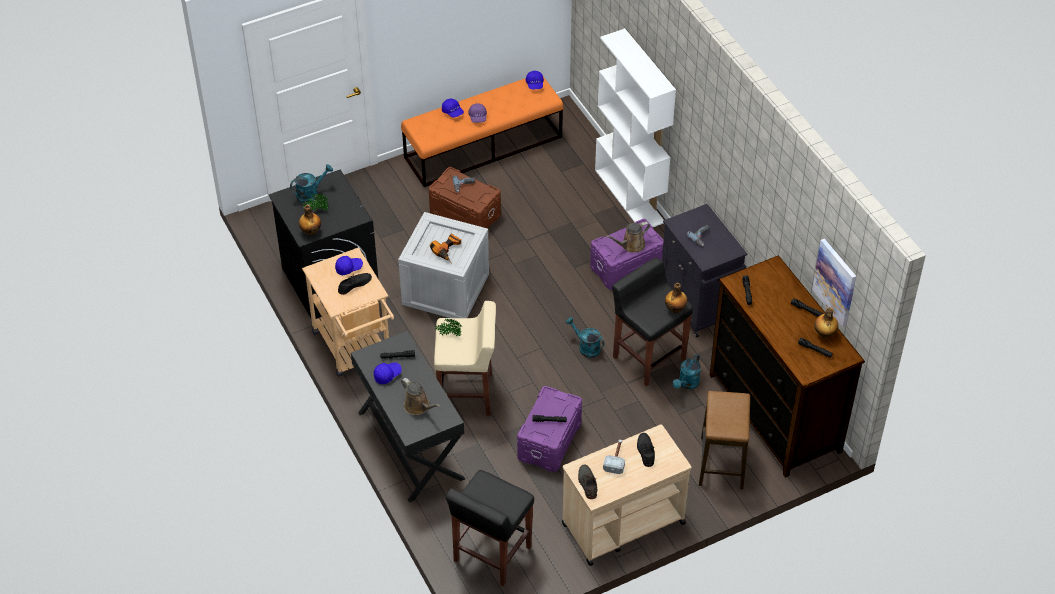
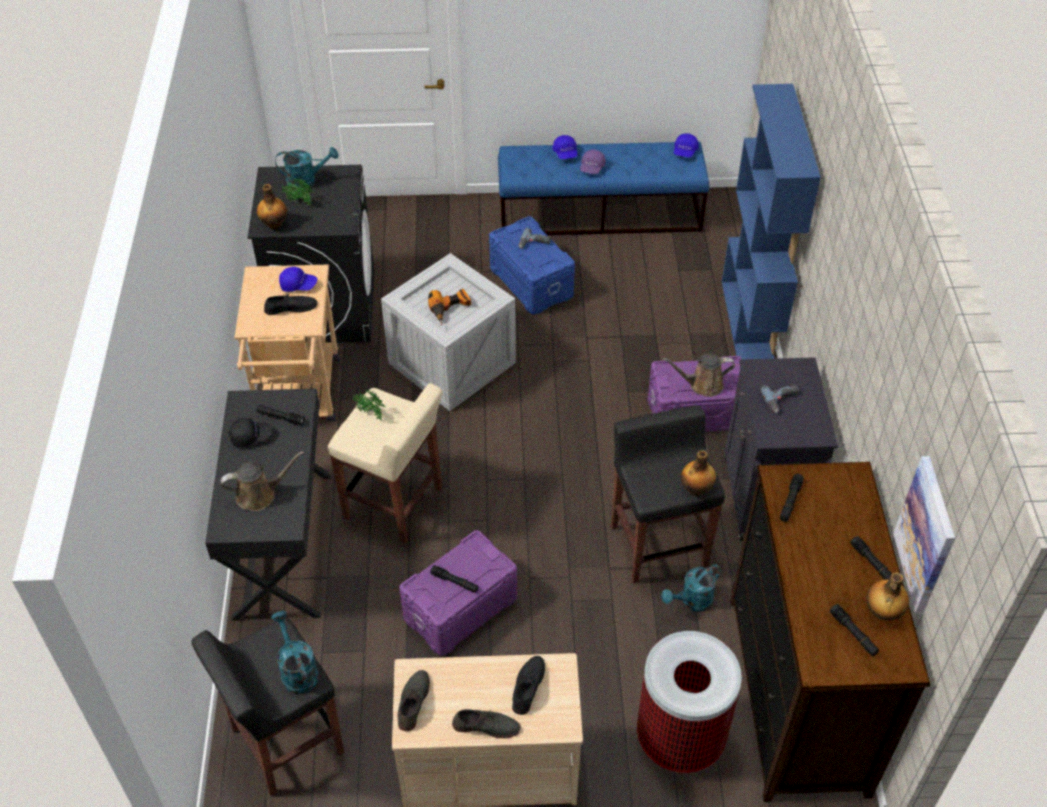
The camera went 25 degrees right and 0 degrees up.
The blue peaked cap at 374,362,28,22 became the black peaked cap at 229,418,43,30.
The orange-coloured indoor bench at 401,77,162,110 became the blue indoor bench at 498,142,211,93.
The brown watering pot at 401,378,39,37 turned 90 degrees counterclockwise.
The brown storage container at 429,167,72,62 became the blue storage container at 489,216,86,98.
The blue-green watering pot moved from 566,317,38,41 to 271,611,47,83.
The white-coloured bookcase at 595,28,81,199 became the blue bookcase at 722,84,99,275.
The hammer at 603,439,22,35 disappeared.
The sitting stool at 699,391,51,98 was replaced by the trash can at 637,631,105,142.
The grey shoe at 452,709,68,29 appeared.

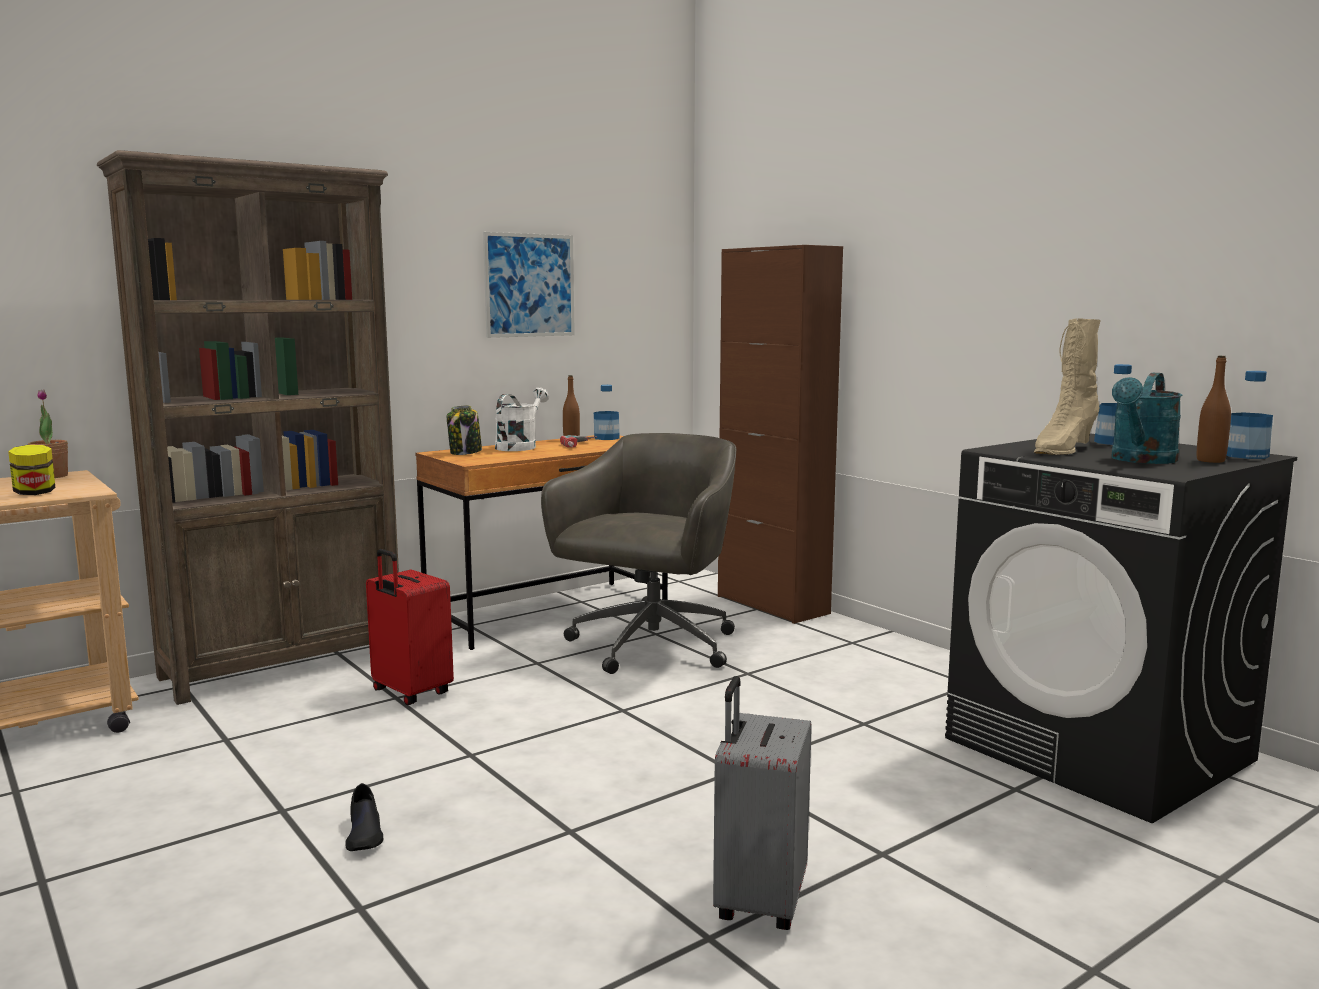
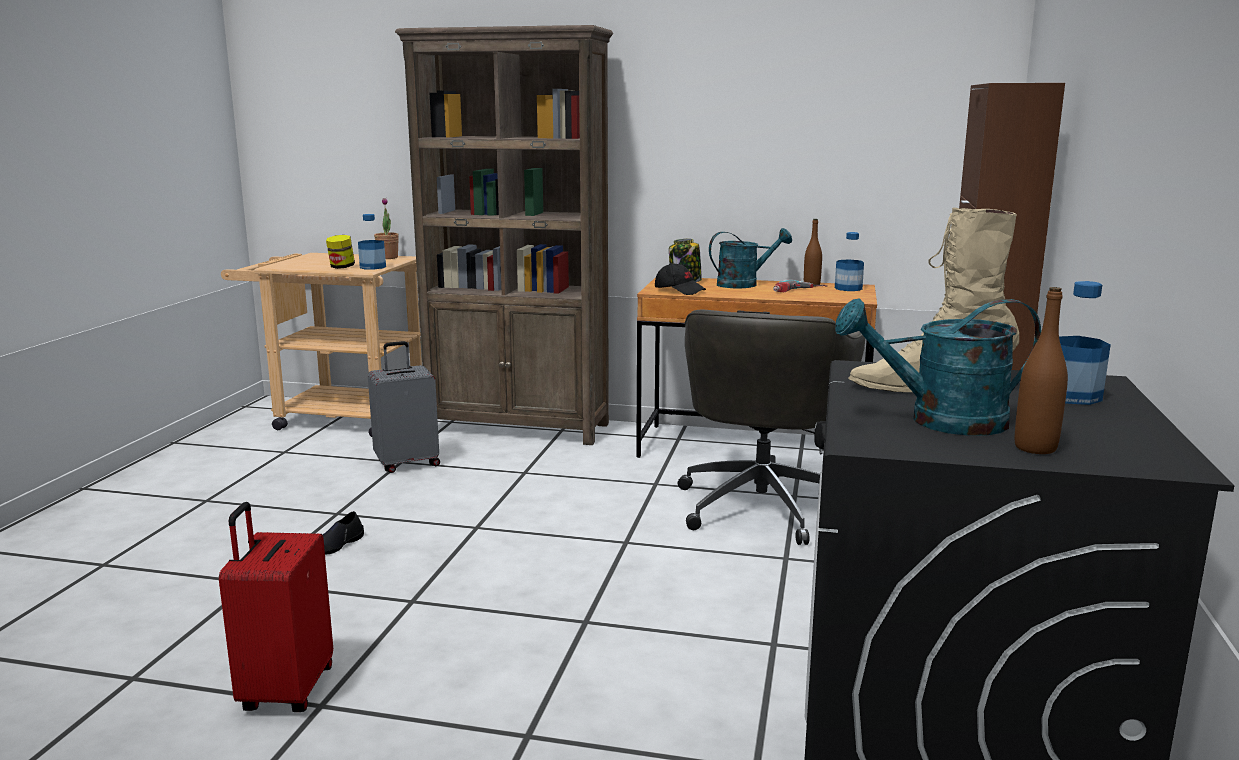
The camera went 50 degrees right and 5 degrees up.
The red suitcase moved from 366,549,88,156 to 219,502,114,210.
The picture at 483,232,92,106 disappeared.
The white-coloured watering pot at 495,387,54,64 became the blue-green watering pot at 709,228,83,60.
The grey desk chair at 541,433,195,241 turned 120 degrees clockwise.
The grey suitcase moved from 713,676,99,254 to 368,341,72,132.
The bottle moved from 1226,371,47,88 to 358,214,28,55.
The black peaked cap at 655,263,51,32 appeared.

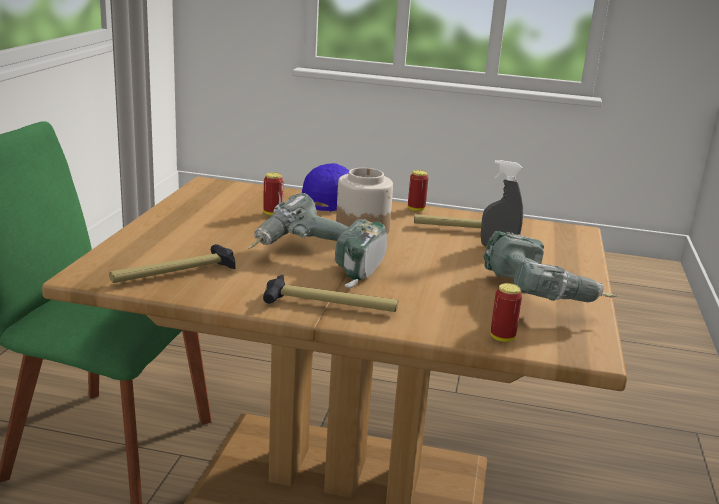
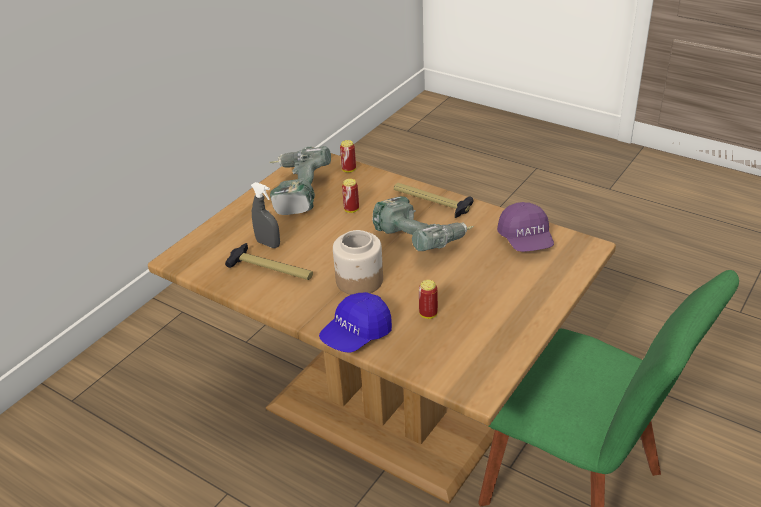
The camera went 155 degrees left and 15 degrees up.
The hammer at 109,244,126,39 was replaced by the purplish peaked cap at 497,202,57,50.
The can moved from 408,170,20,41 to 342,179,17,34.

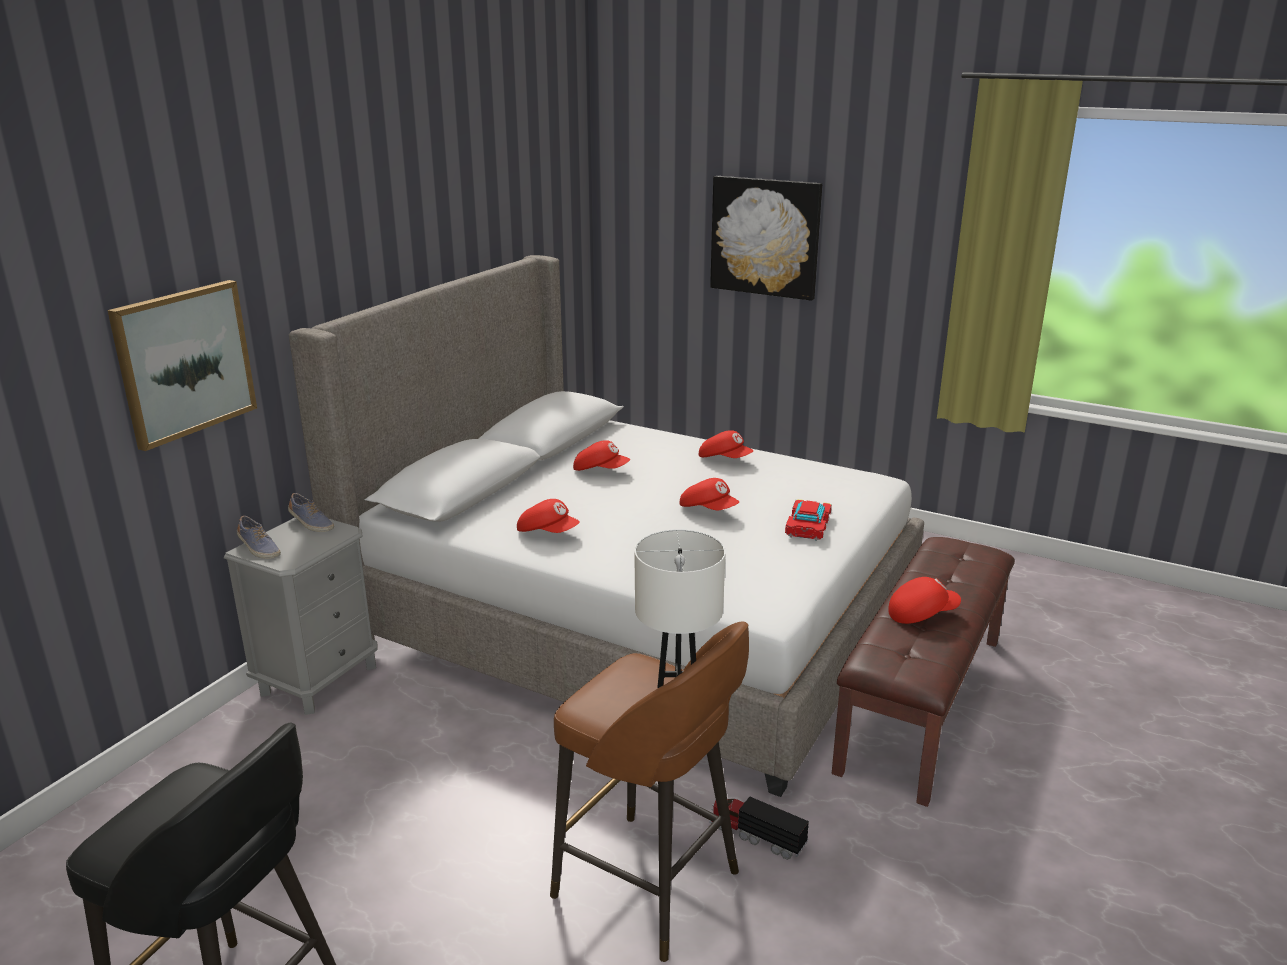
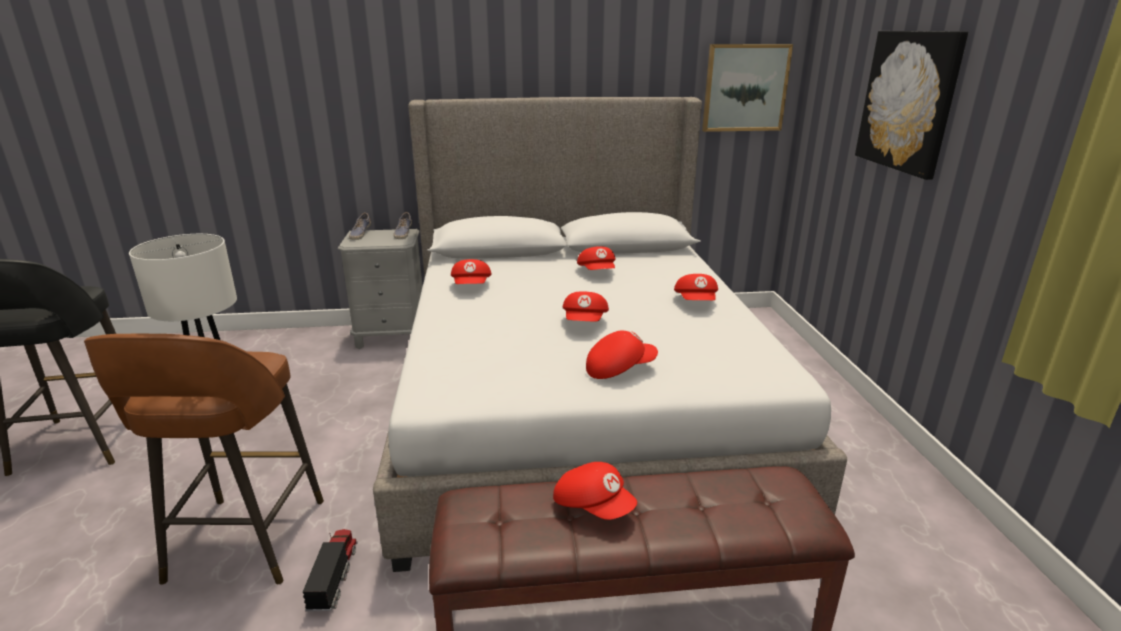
The camera went 55 degrees right and 0 degrees up.
The picture moved from 107,280,150,171 to 702,44,91,88.
The model car at 785,499,47,42 was replaced by the red peaked cap at 586,331,72,48.

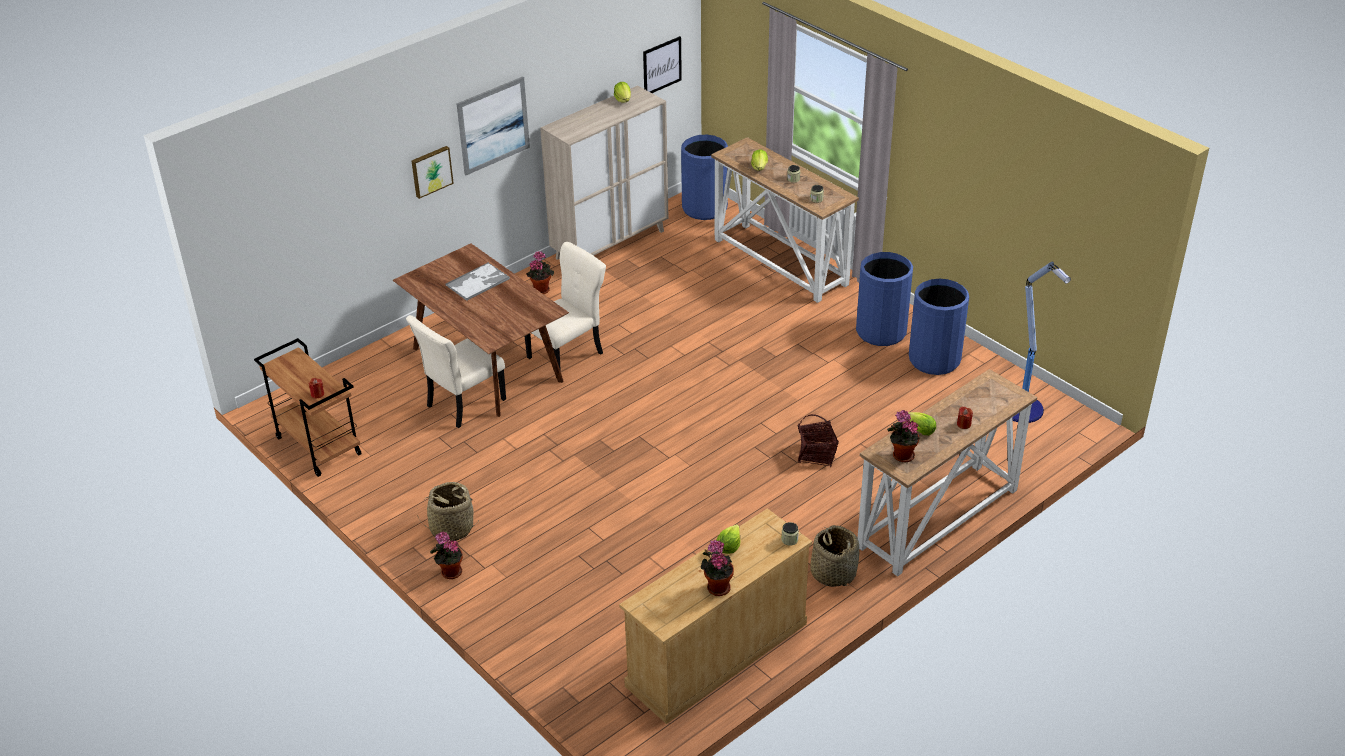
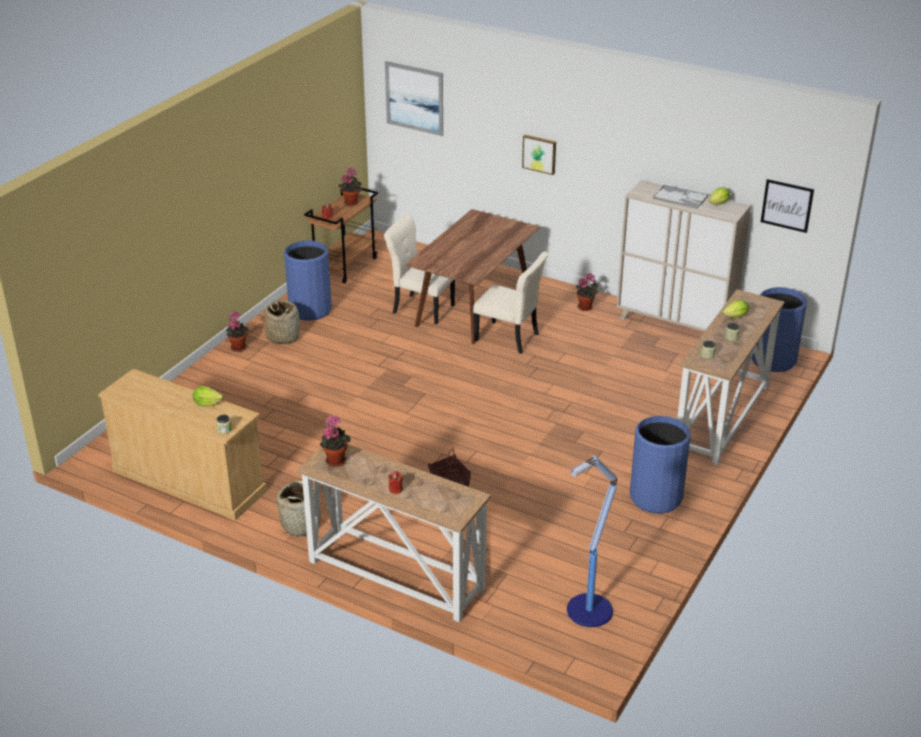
The camera went 70 degrees right and 5 degrees down.
The tray moved from 445,262,65,39 to 653,185,56,24.
The picture moved from 457,76,73,99 to 385,61,58,75.
The plant in a pot moved from 701,540,33,56 to 338,168,24,38.
The lettuce at 907,412,29,23 disappeared.
The blue trash can moved from 909,279,60,96 to 284,240,48,81.

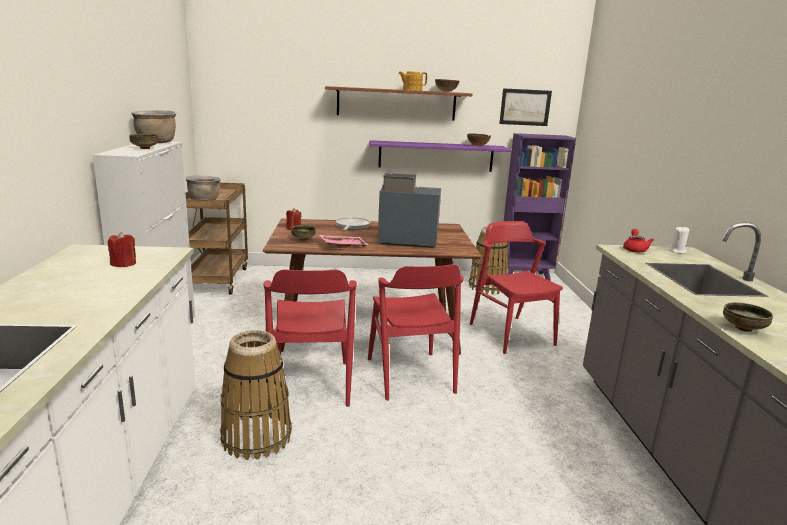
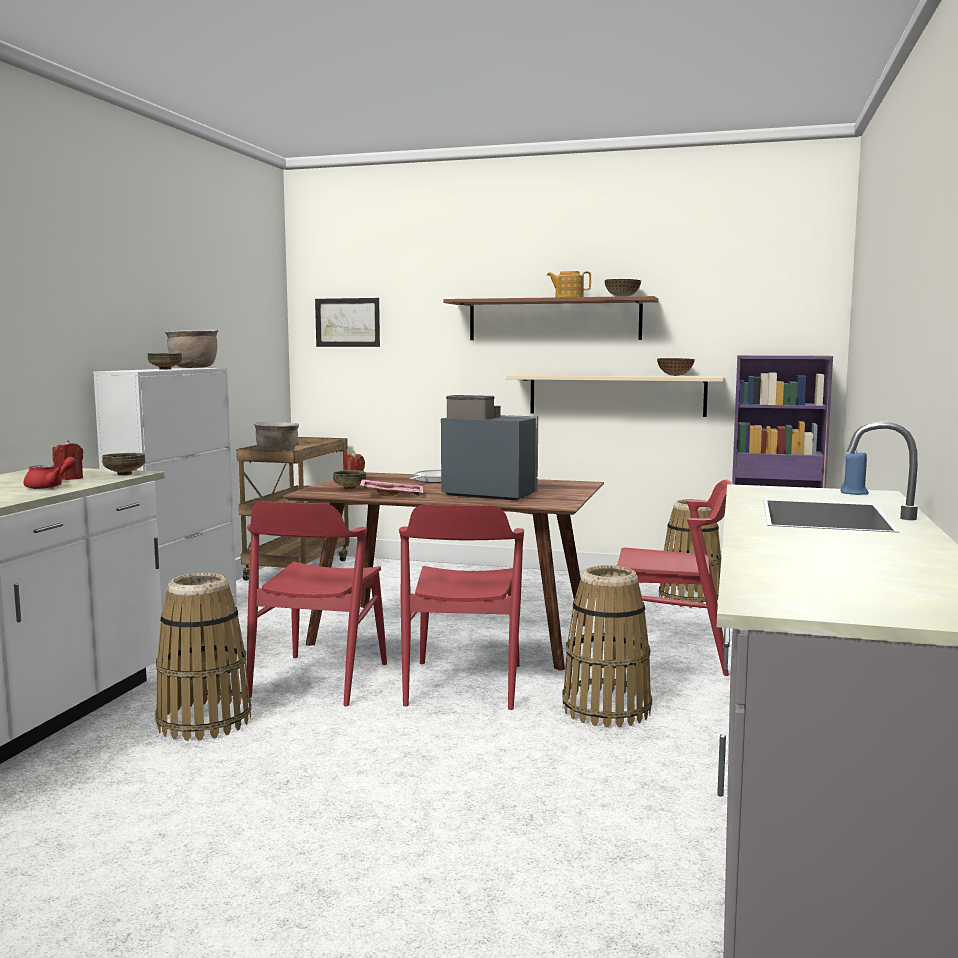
The camera went 20 degrees right and 10 degrees down.
The purplish wall shelf at 369,140,142,32 became the beige wall shelf at 506,374,218,43.
The red plain chair at 470,221,93,133 turned 105 degrees clockwise.
The picture moved from 499,88,53,38 to 315,298,65,49.
The red tea pot moved from 623,229,31,24 to 23,457,53,32.
The white-coloured wax light at 669,227,20,27 became the blue wax light at 840,450,29,45.
The bowl moved from 723,302,50,30 to 102,453,43,22.
The basket at 562,565,90,162 appeared.

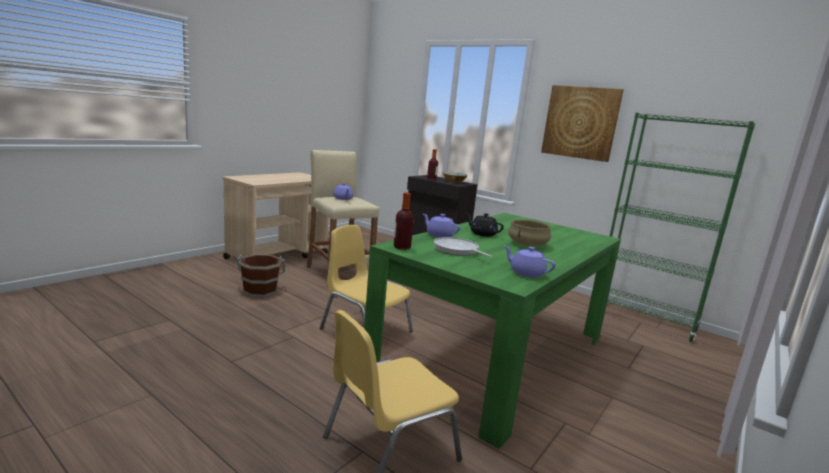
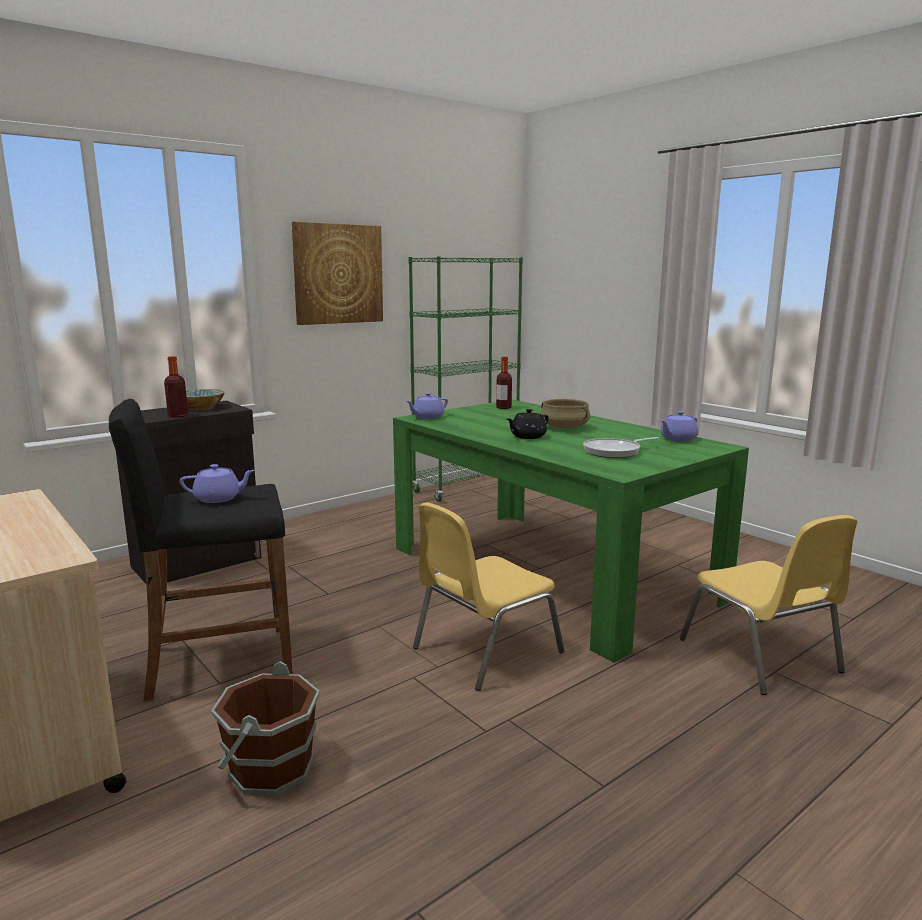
The camera went 75 degrees left and 0 degrees up.
The beige sitting stool at 307,150,72,137 became the black sitting stool at 109,399,184,302.
The bottle moved from 394,192,20,58 to 496,356,16,53.
The purplish tea pot moved from 423,214,37,24 to 406,393,42,26.

